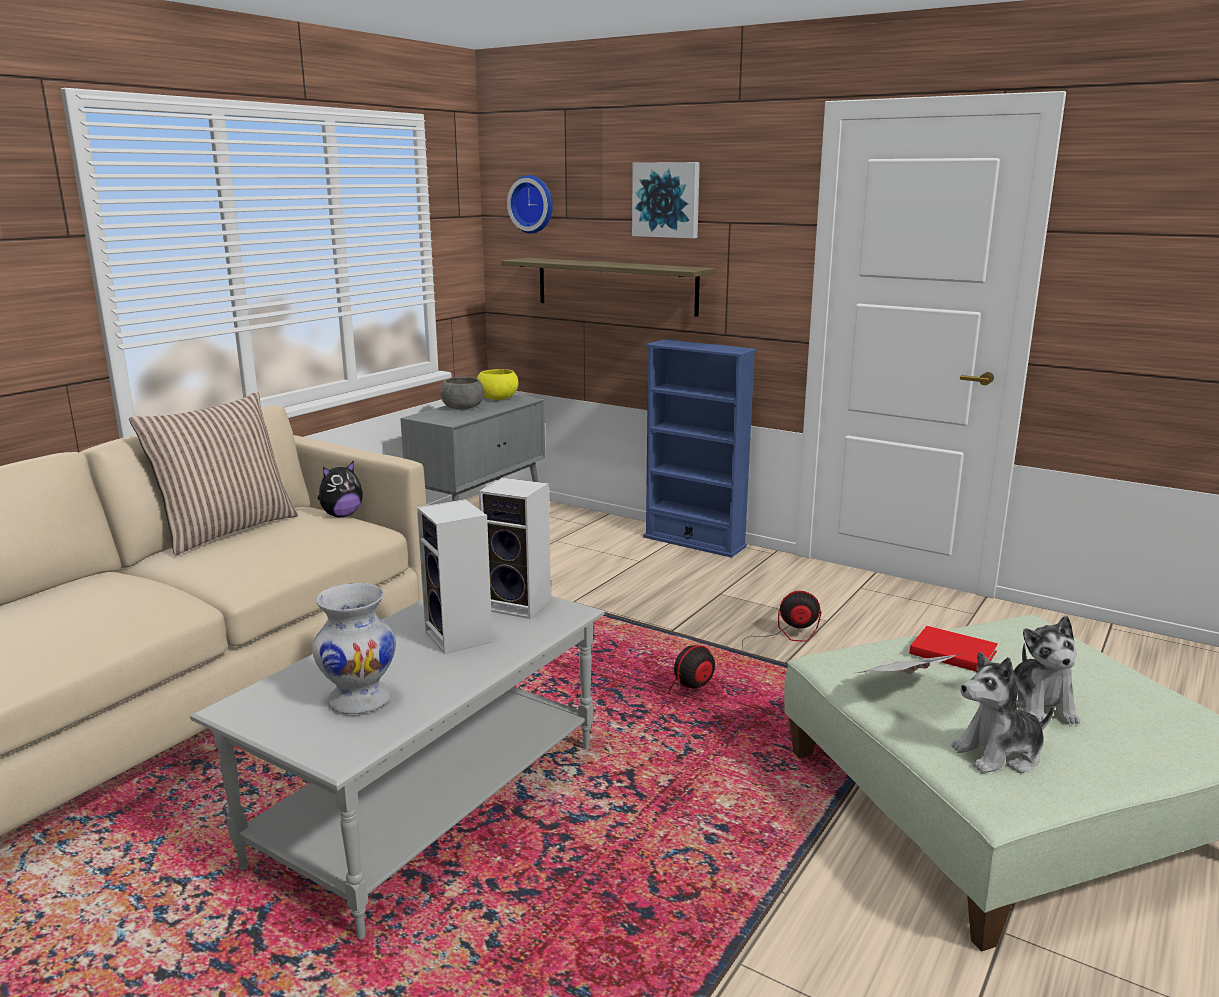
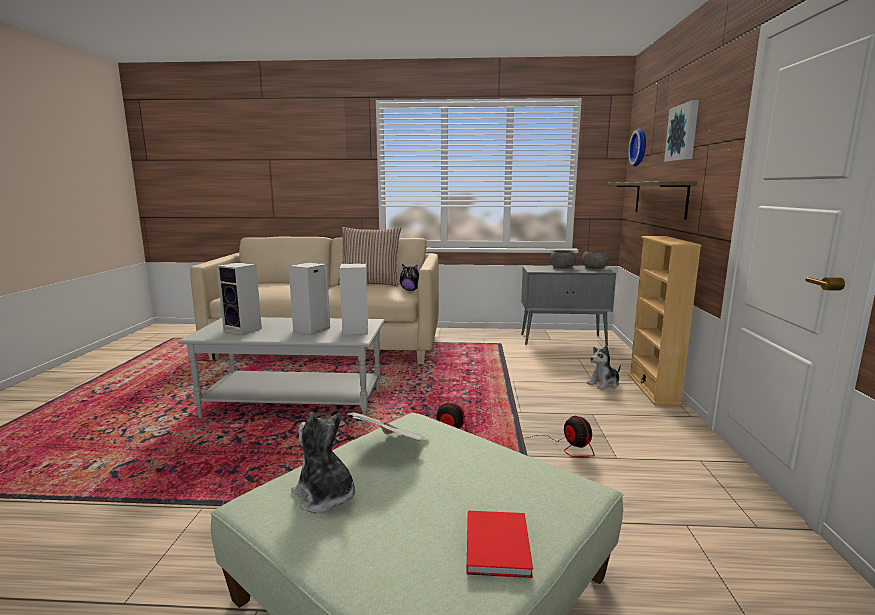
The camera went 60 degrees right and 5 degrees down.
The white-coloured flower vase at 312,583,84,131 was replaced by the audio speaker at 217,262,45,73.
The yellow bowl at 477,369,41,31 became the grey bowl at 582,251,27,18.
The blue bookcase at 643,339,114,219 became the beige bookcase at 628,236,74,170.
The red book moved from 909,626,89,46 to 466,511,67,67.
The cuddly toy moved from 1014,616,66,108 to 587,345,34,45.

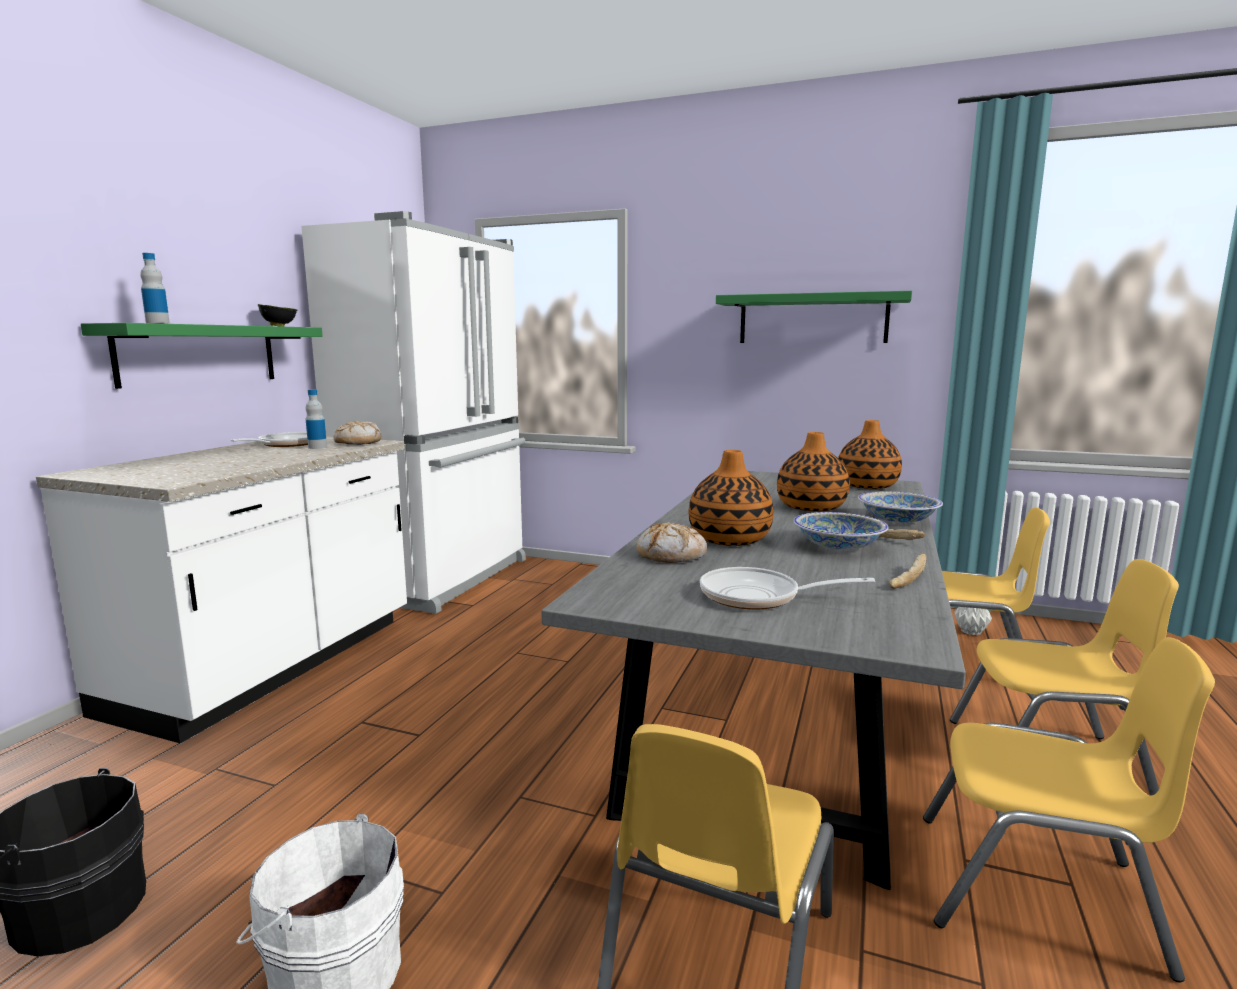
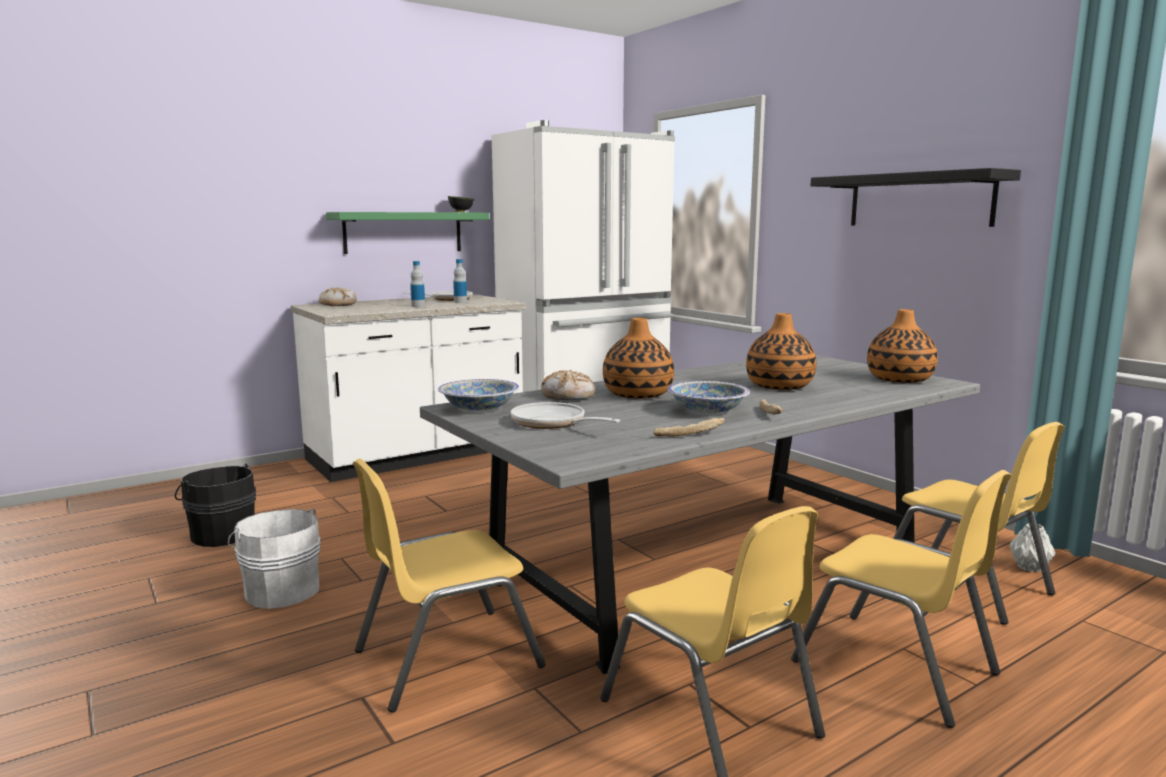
The camera went 35 degrees right and 0 degrees up.
The bottle moved from 140,253,30,71 to 410,261,15,46.
The baked bread moved from 333,421,48,24 to 318,287,39,19.
The green wall shelf at 716,291,196,52 became the black wall shelf at 811,168,210,59.
The bowl moved from 858,491,85,31 to 438,379,81,31.

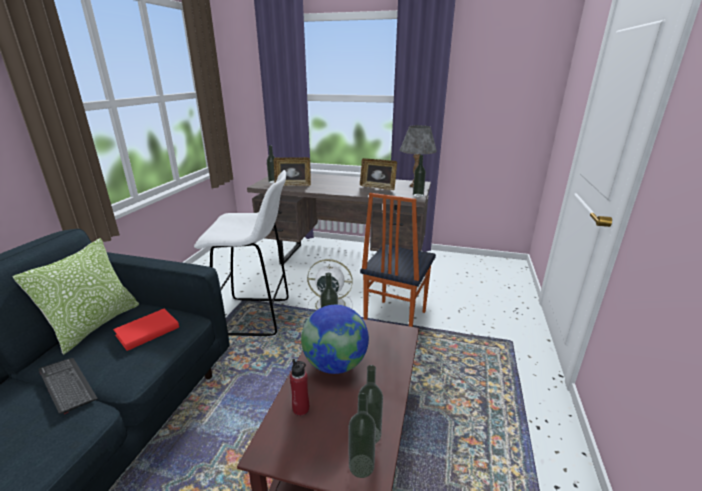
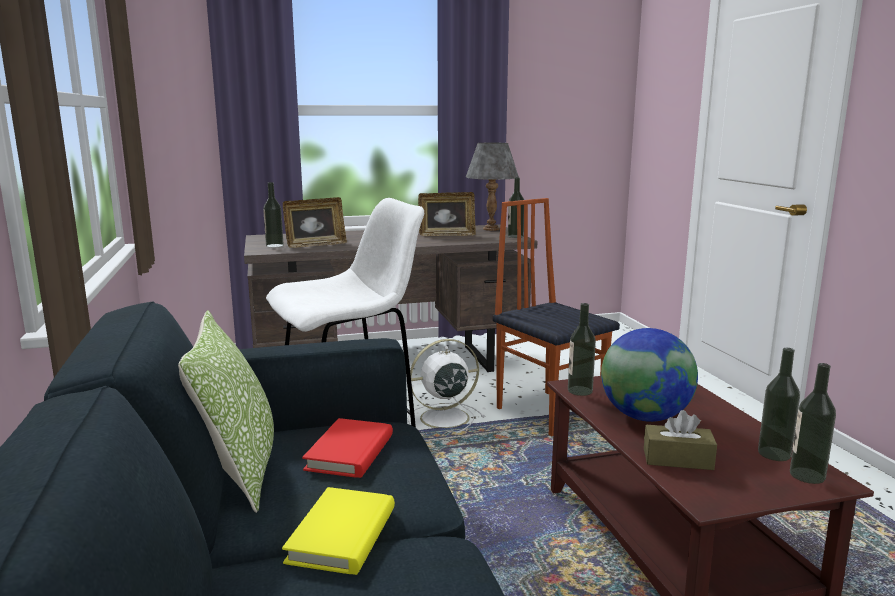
The camera went 30 degrees left and 10 degrees down.
The keyboard at 38,358,60,56 was replaced by the yellow book at 282,487,113,88.
The red bottle at 290,359,19,57 was replaced by the brown box of tissues at 644,410,73,60.
The plain chair at 360,193,76,134 turned 150 degrees clockwise.

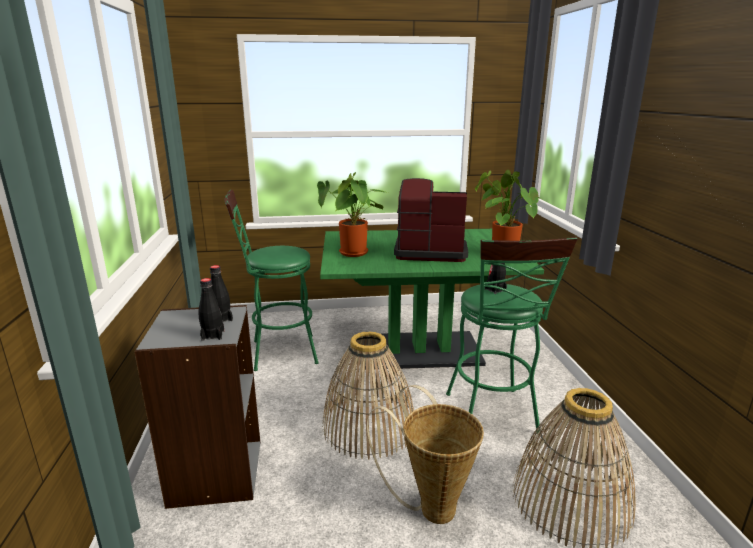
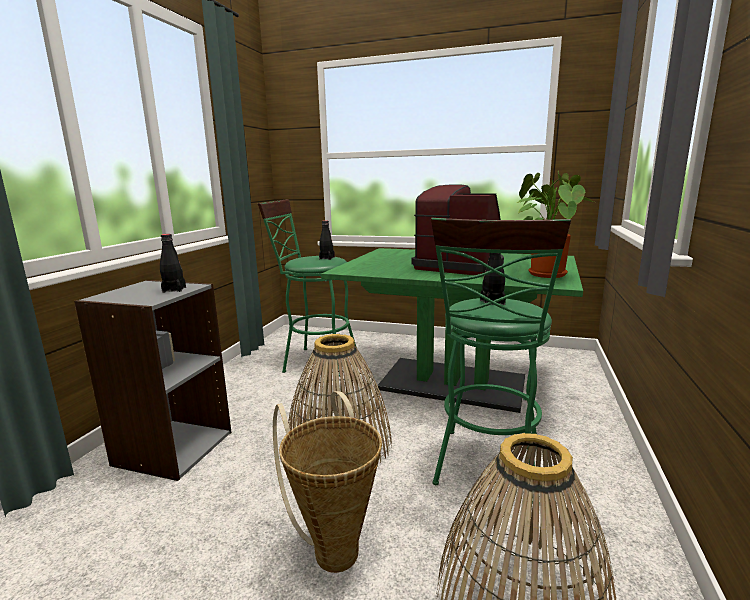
The camera went 25 degrees right and 5 degrees down.
The black bottle moved from 199,278,25,63 to 319,220,16,40.
The plant in a pot at 317,172,71,85 disappeared.

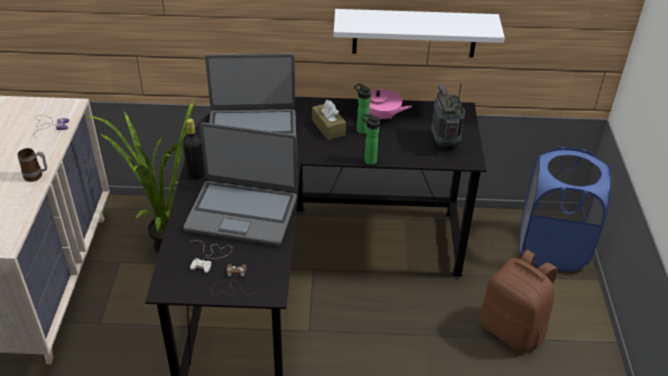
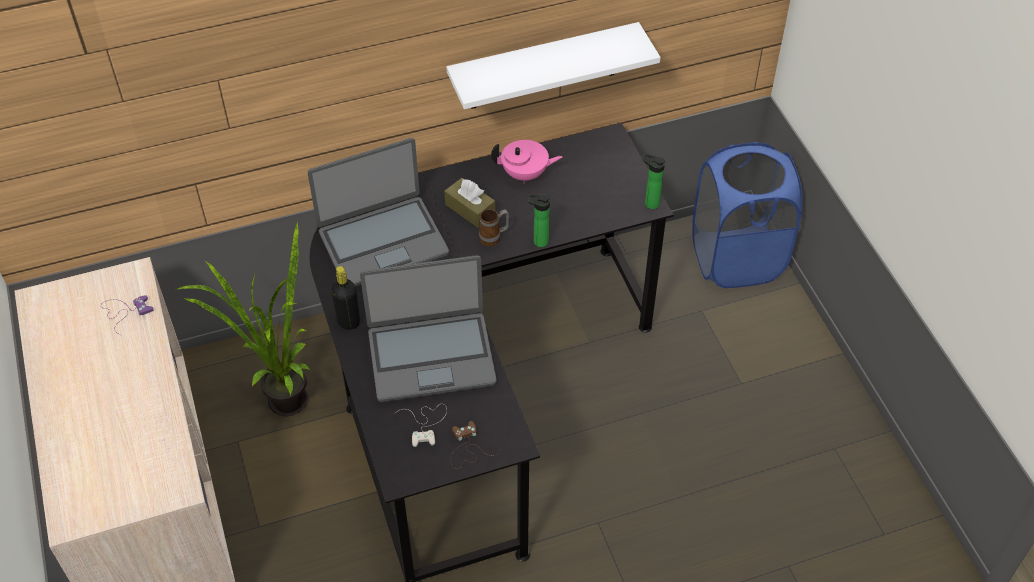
The camera went 20 degrees left and 10 degrees up.
The tea mug moved from 17,148,30,34 to 479,209,30,37.
The bottle moved from 354,83,17,51 to 643,154,23,55.
The radio receiver at 431,83,34,65 disappeared.
The brown knapsack at 480,250,78,102 disappeared.

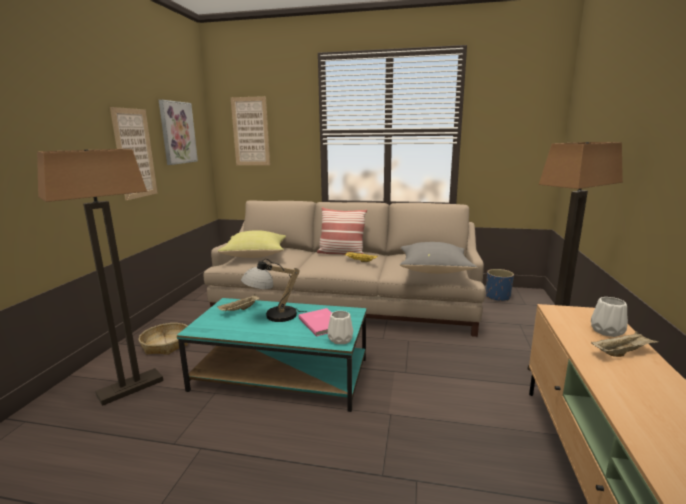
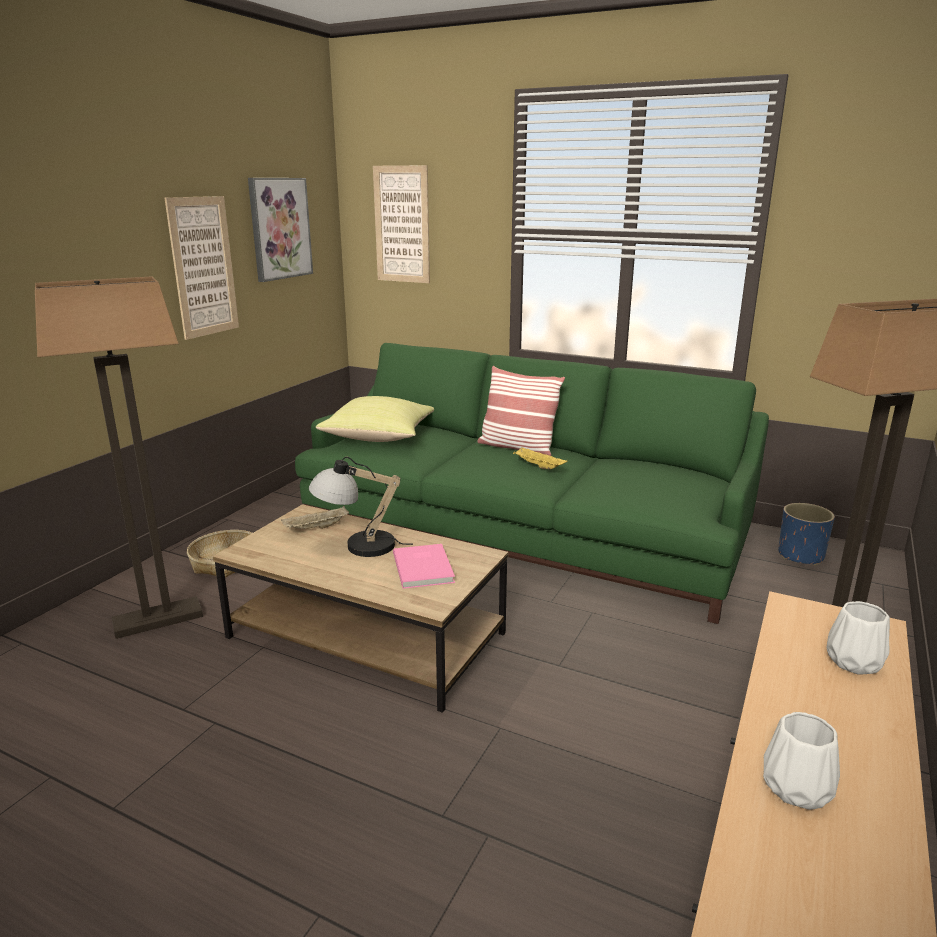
The camera went 15 degrees right and 5 degrees up.
The blue-green lounge table at 177,298,190,114 became the brown lounge table at 213,504,296,209.
The beige couch at 204,200,281,137 became the green couch at 295,343,474,281.
The white-coloured flower vase moved from 328,311,25,33 to 763,712,77,98.
The grey cushion at 400,242,77,32 disappeared.
The beige tray at 591,331,67,26 disappeared.

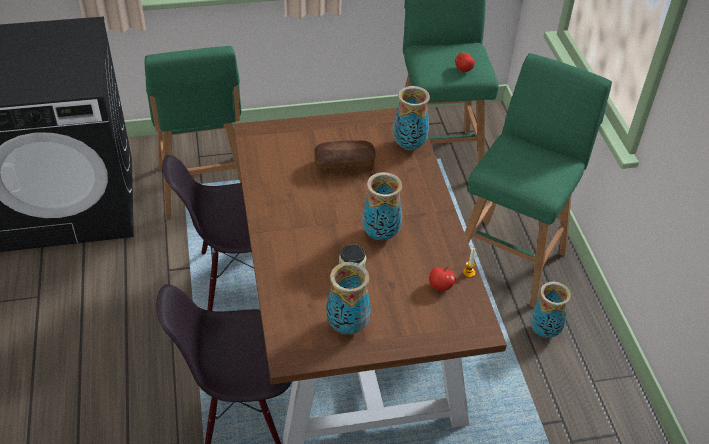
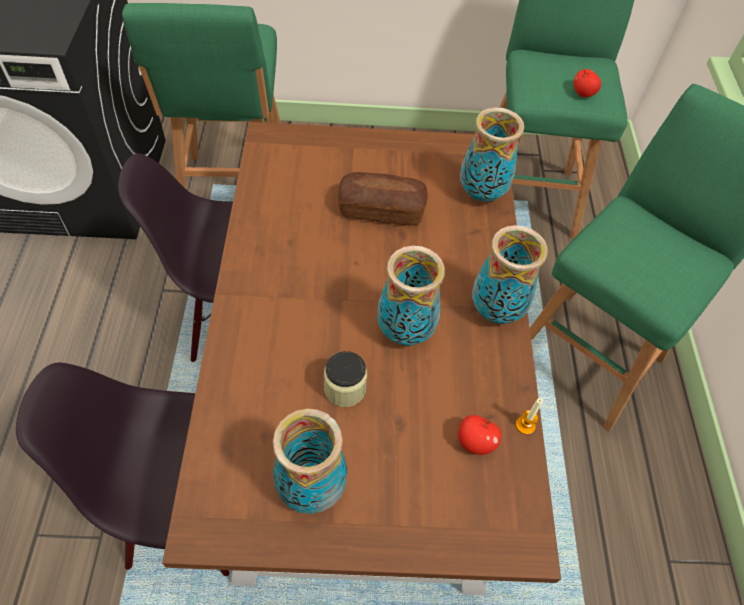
The camera went 10 degrees right and 10 degrees up.
The flower vase moved from 530,282,41,56 to 472,225,76,99.

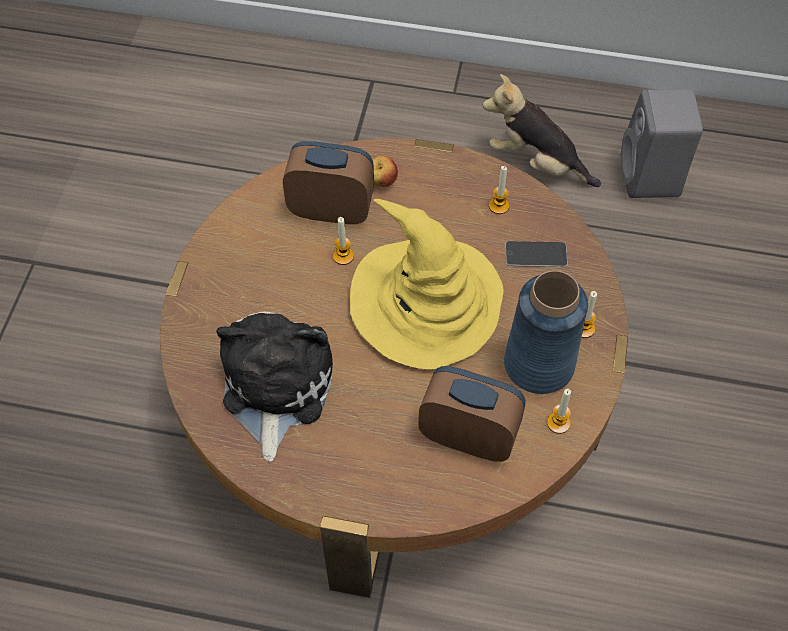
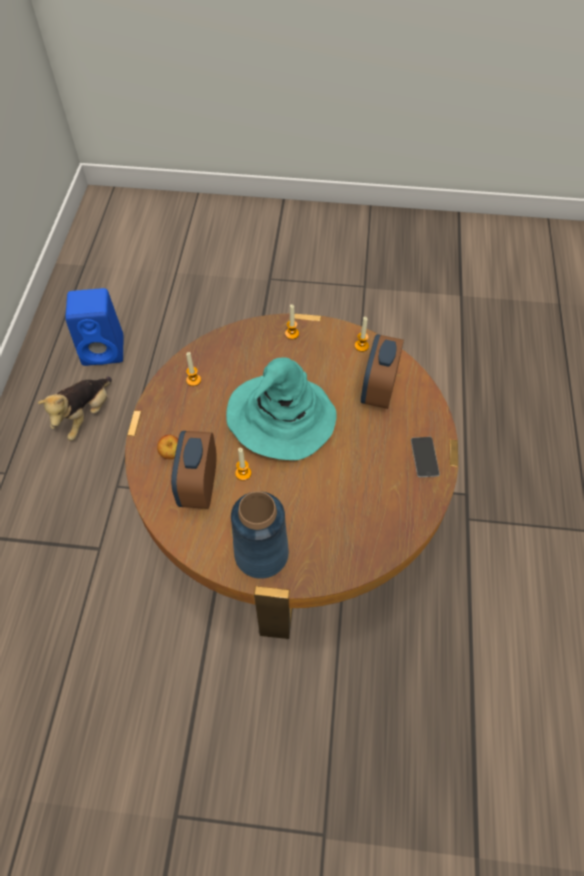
The camera went 95 degrees left and 0 degrees up.
The cuddly toy at 216,312,117,150 disappeared.
The yellow hat at 350,199,154,170 became the blue-green hat at 226,357,111,103.
The blue flower vase moved from 504,270,84,124 to 231,491,58,88.
The handset moved from 505,241,63,26 to 411,437,29,40.
The grey audio speaker at 621,89,82,109 became the blue audio speaker at 65,288,58,78.

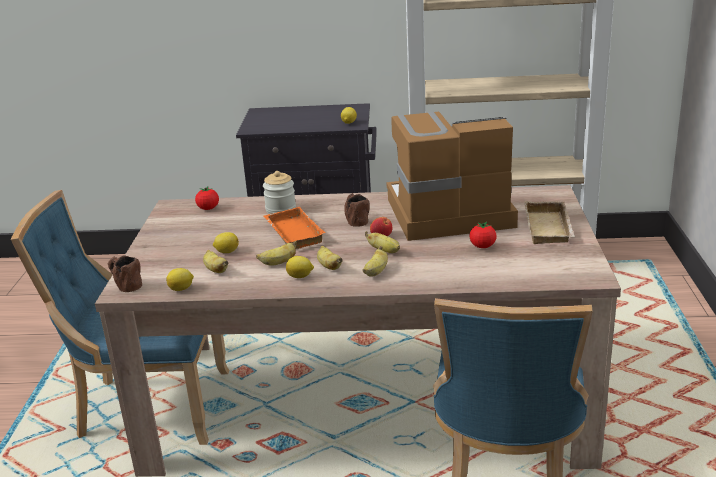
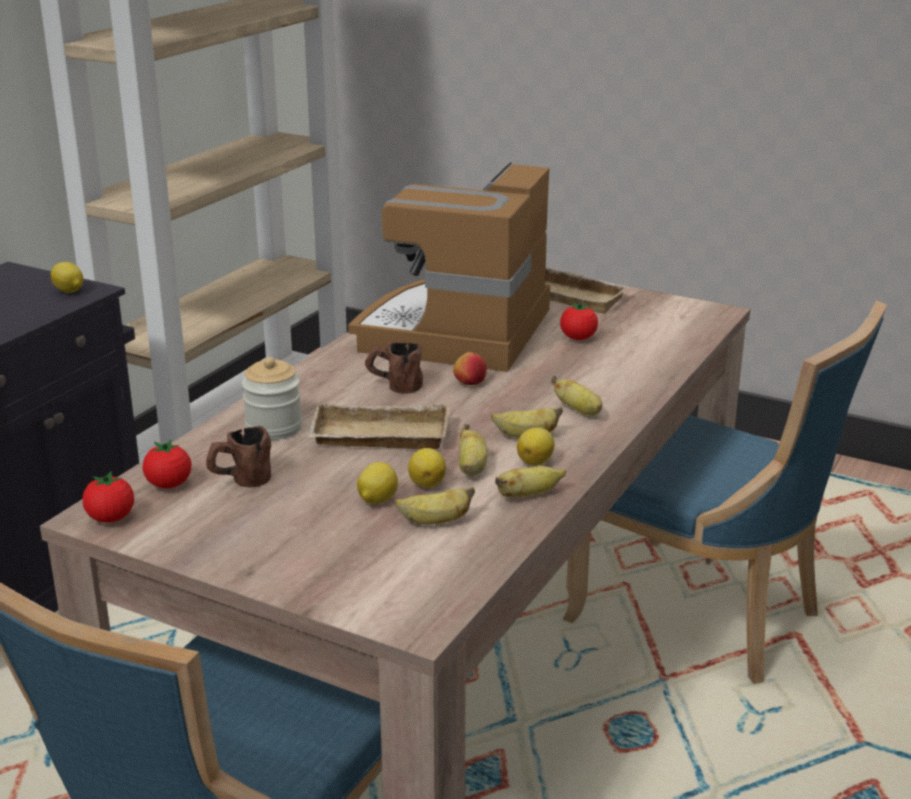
The camera went 65 degrees left and 0 degrees up.
The brown tea mug moved from 108,255,34,37 to 206,426,65,62.
The citrus fruit moved from 166,268,28,23 to 408,448,38,40.
The orange-coloured tray at 264,207,62,42 became the beige tray at 307,403,143,46.
The banana fruit moved from 365,231,35,22 to 495,466,71,32.
The whole tomato at 83,471,51,52 appeared.

